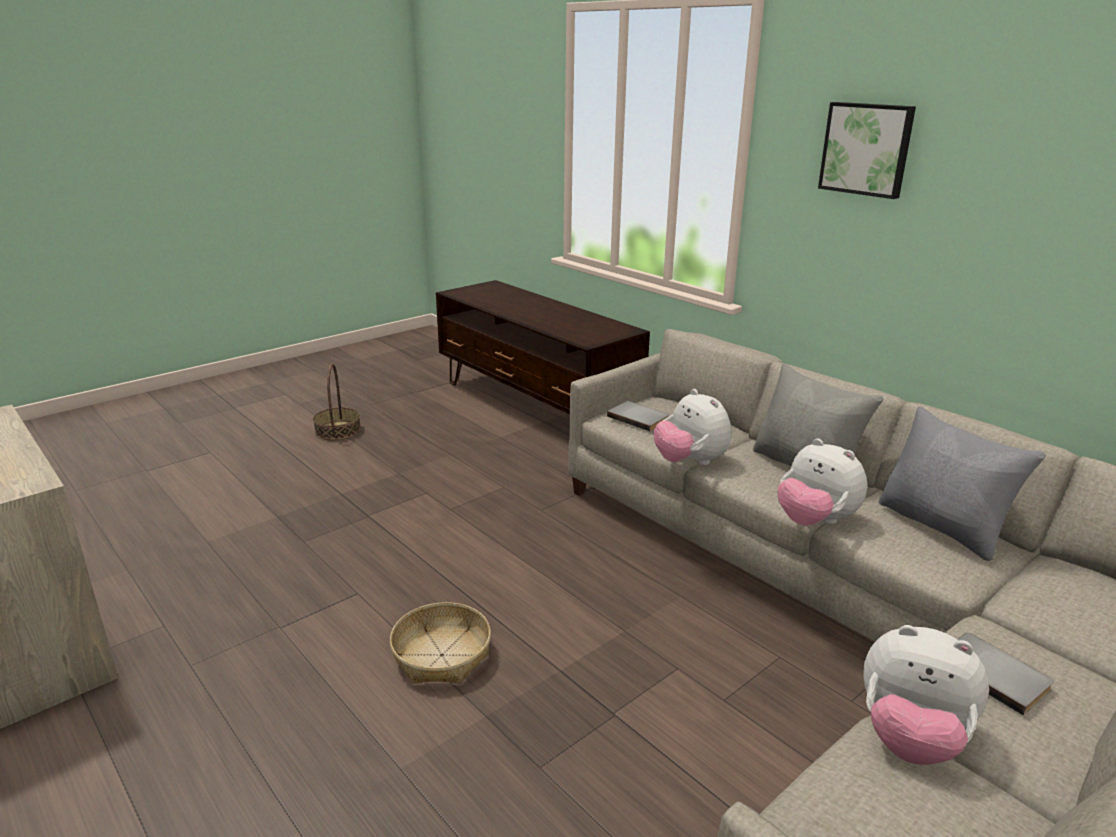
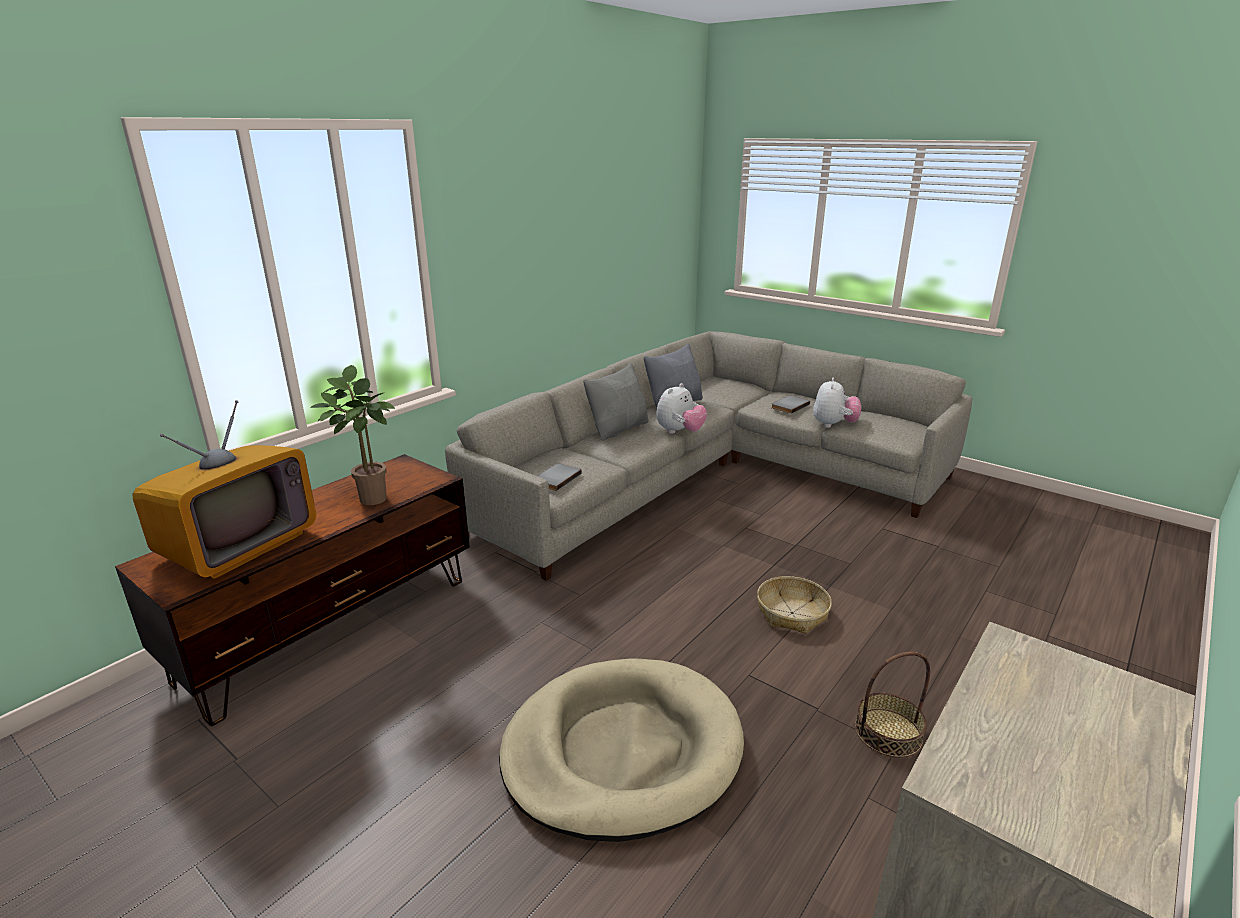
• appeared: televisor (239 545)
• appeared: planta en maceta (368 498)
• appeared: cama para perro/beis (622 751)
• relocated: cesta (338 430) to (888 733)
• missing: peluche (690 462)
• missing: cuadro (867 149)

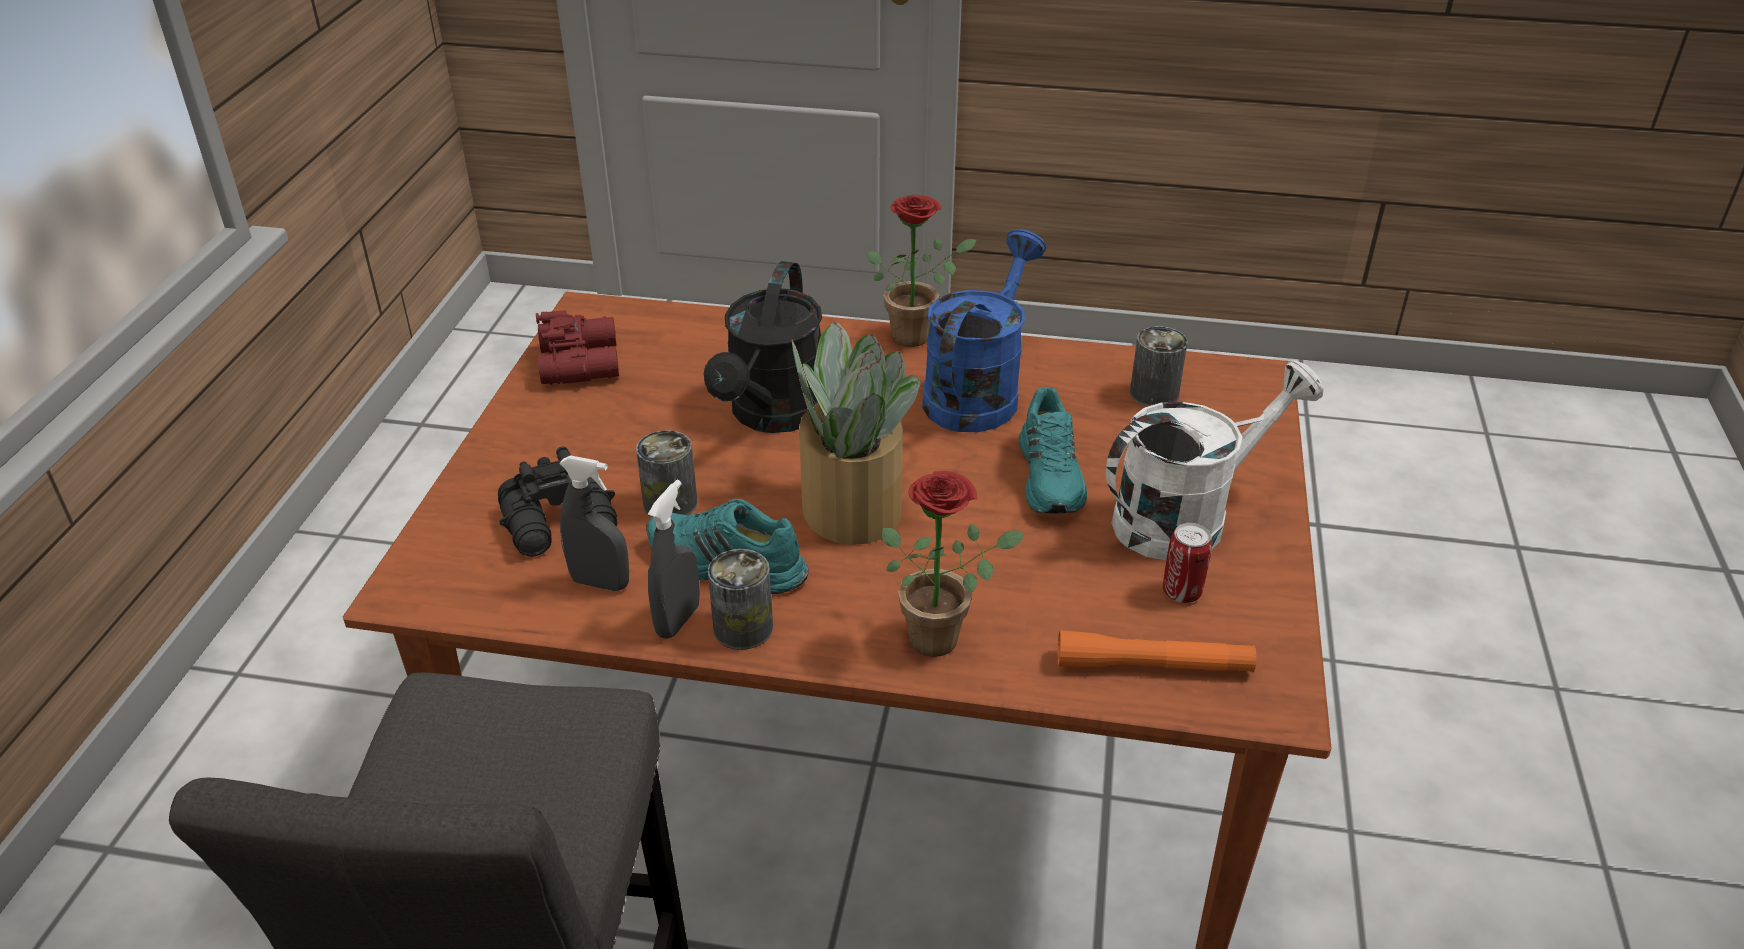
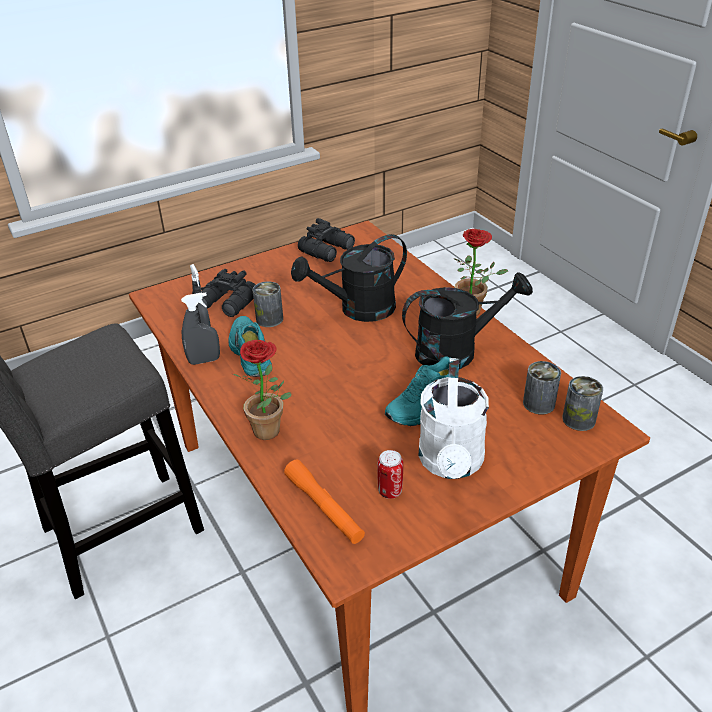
• colour: prismáticos/rojo (582 362) to prismáticos/negro (328 250)
• colour: regadera/azul (977 391) to regadera/negro (456 351)
• spun: regadera/blanco (1186 517) = (451 464) 75 degrees clockwise
• relocated: lata (743 628) to (578 419)
• missing: planta en maceta (851 507)

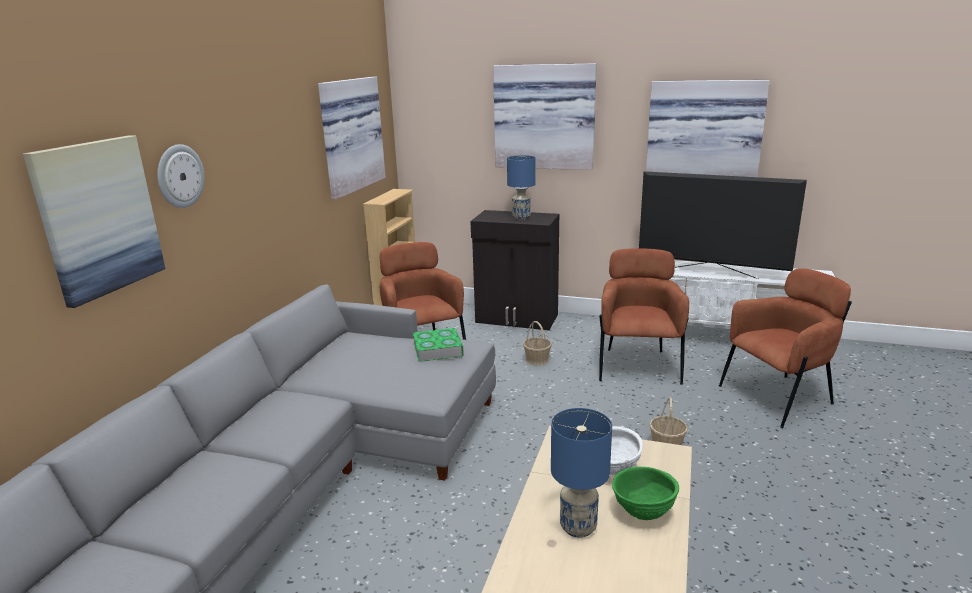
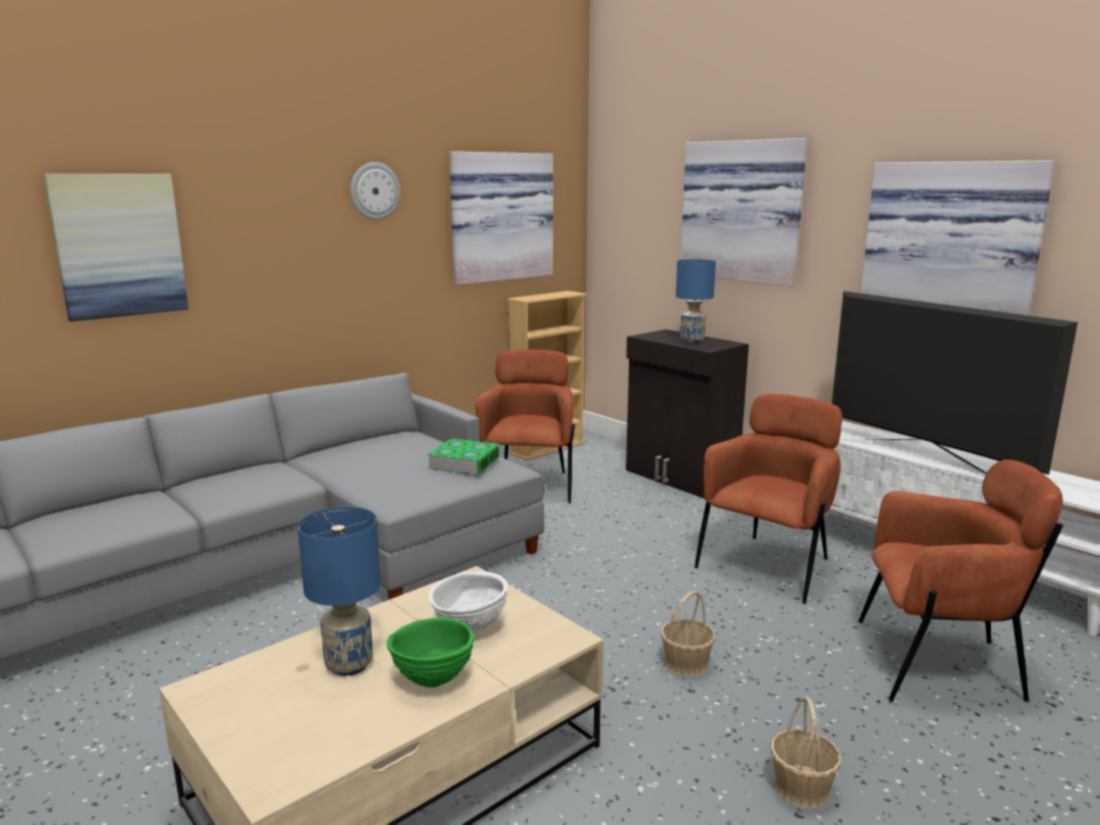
• relocated: reloj de pared (179 176) to (374 191)
• relocated: cesta (537 360) to (802 787)

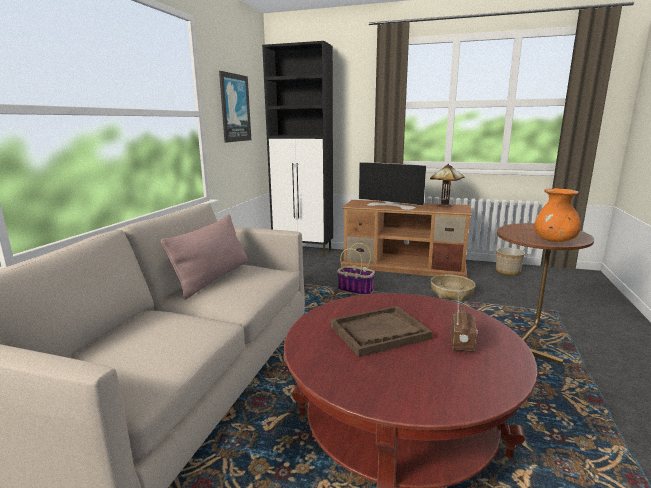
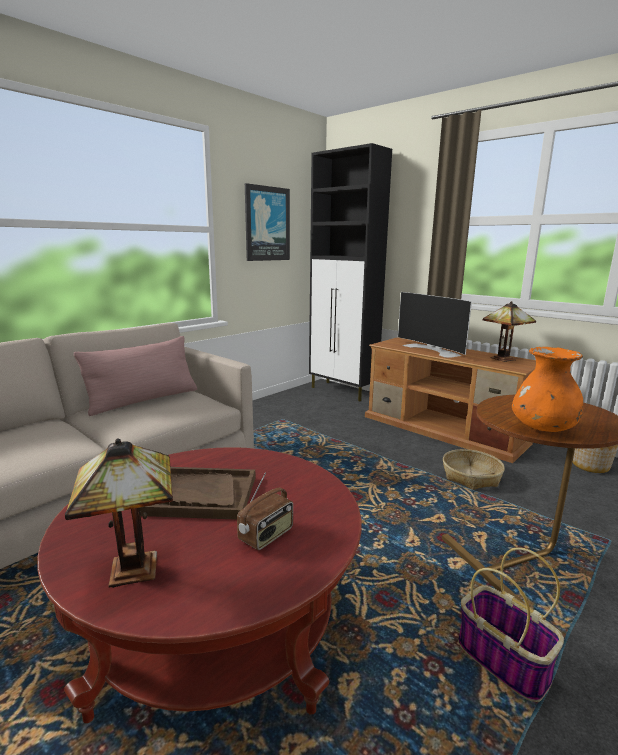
• appeared: lámpara de mesa (136 571)
• relocated: cesta (356 290) to (505 661)

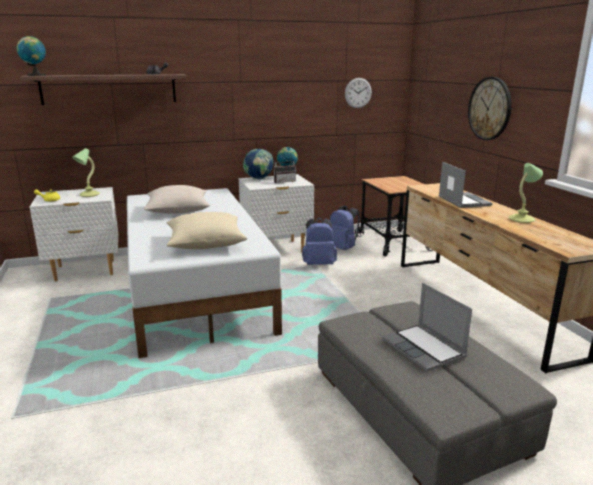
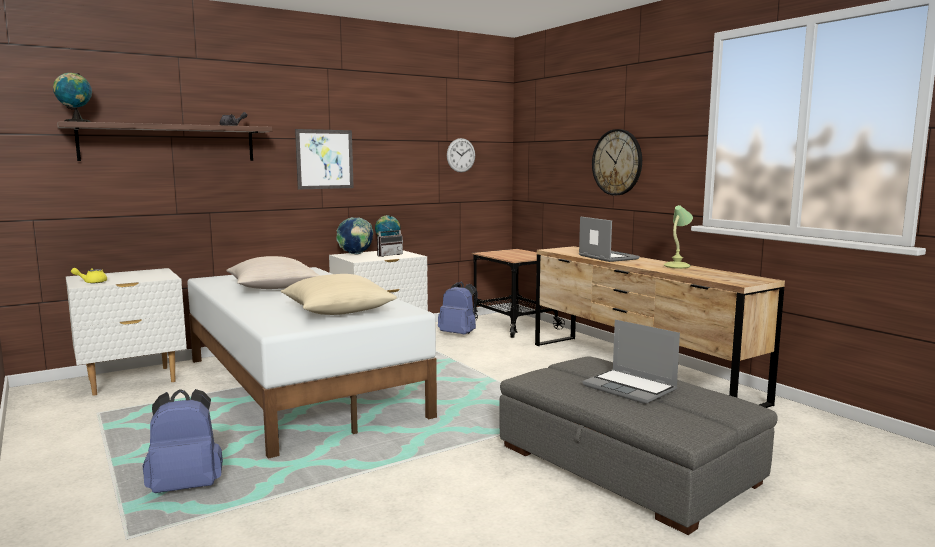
• relocated: mochila/azul (319 264) to (187 486)
• appeared: cuadro (324 159)
• missing: lámpara de mesa (88 195)

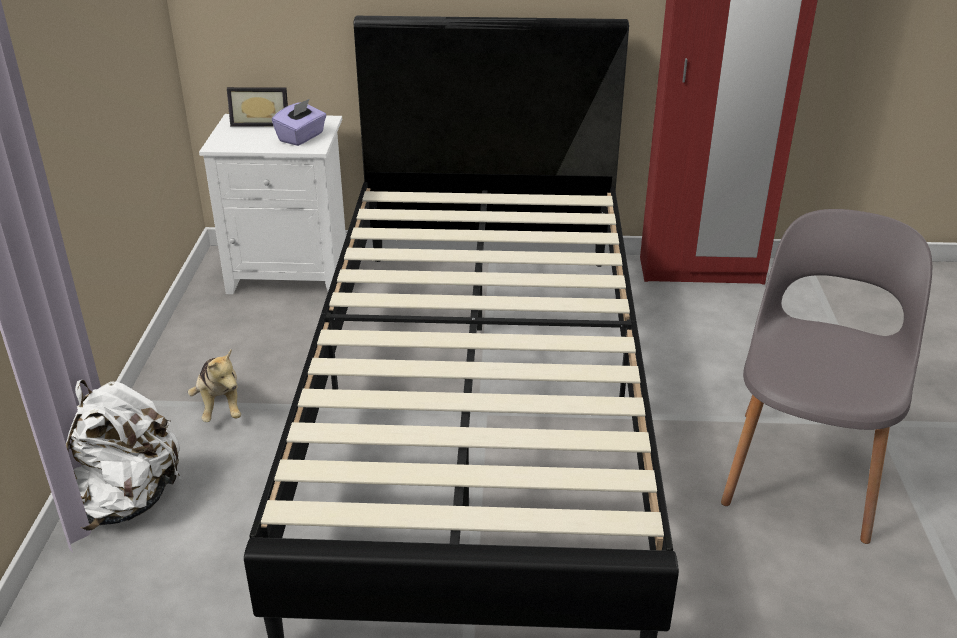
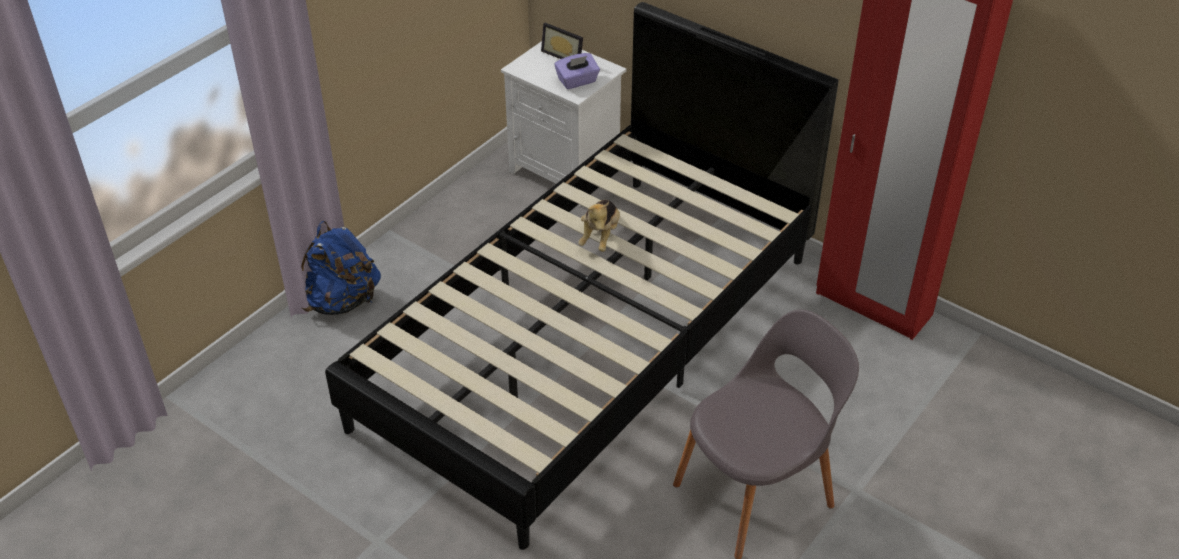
• colour: mochila/blanco (127 501) to mochila/azul (342 301)
• relocated: peluche (220 406) to (600 236)

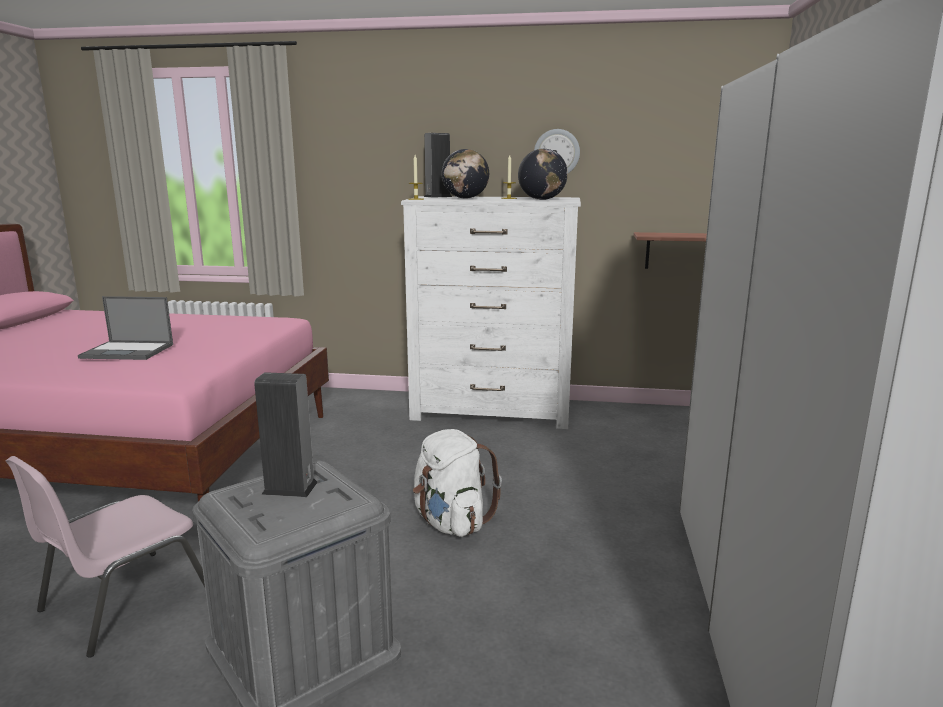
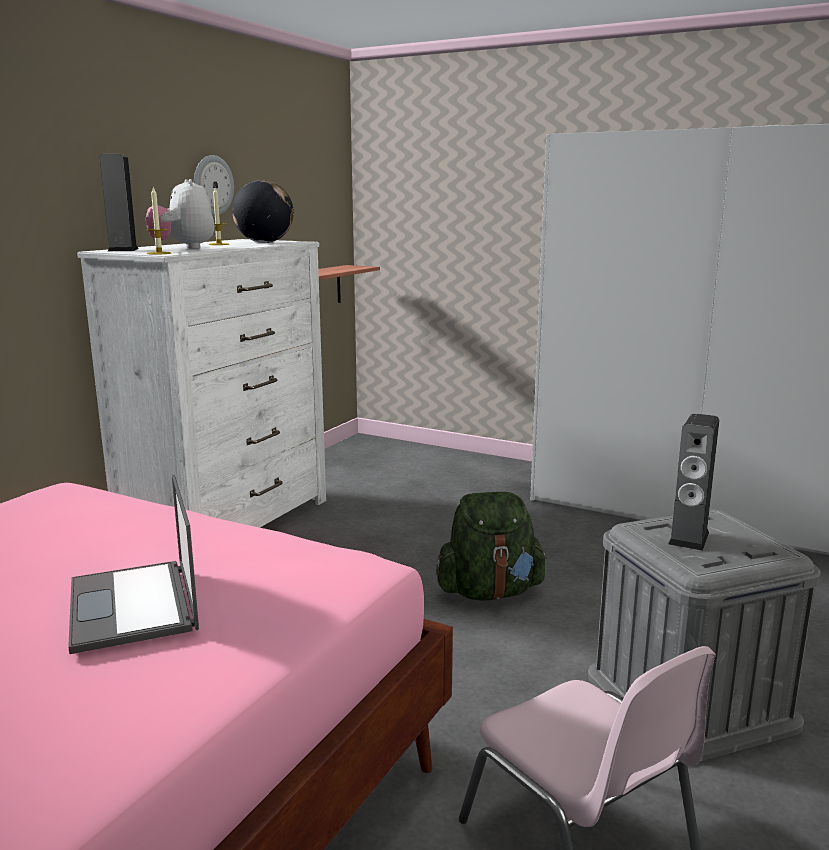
• spun: portátil (128 351) = (133 606) 135 degrees clockwise
• exchanged: globo terráqueo (465 198) to peluche (183 248)
• colour: mochila/blanco (451 523) to mochila/verde (489 592)

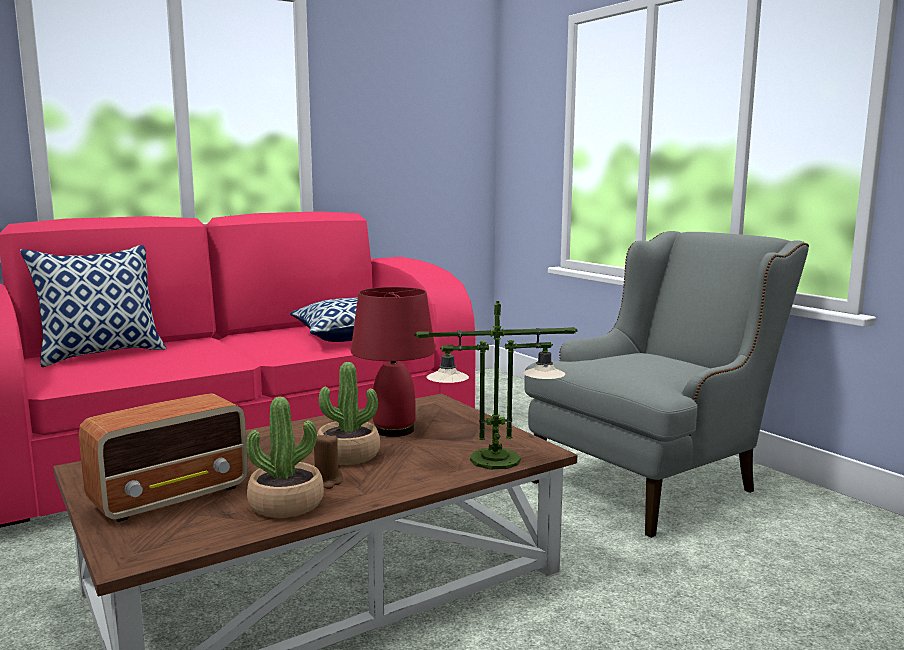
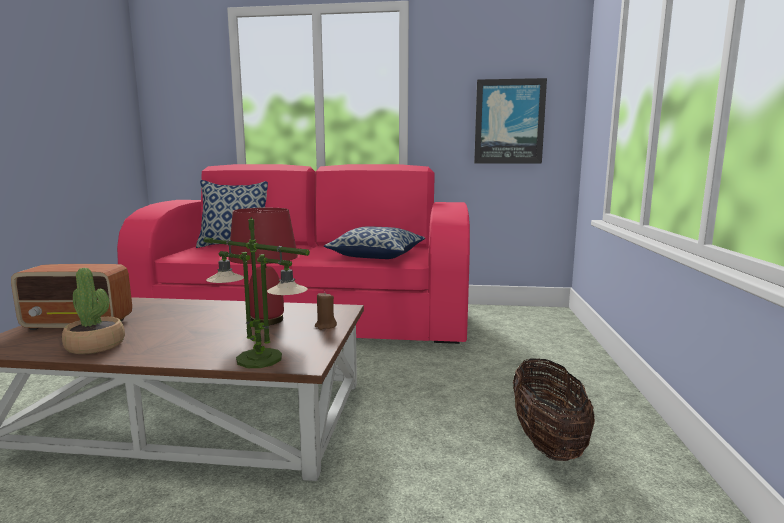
• relocated: vela/marrón (327 482) to (325 326)
• appeared: cuadro (509 122)
• exchanged: sillón/gris (656 480) to cesta (547 442)
• missing: planta en maceta (348 455)

